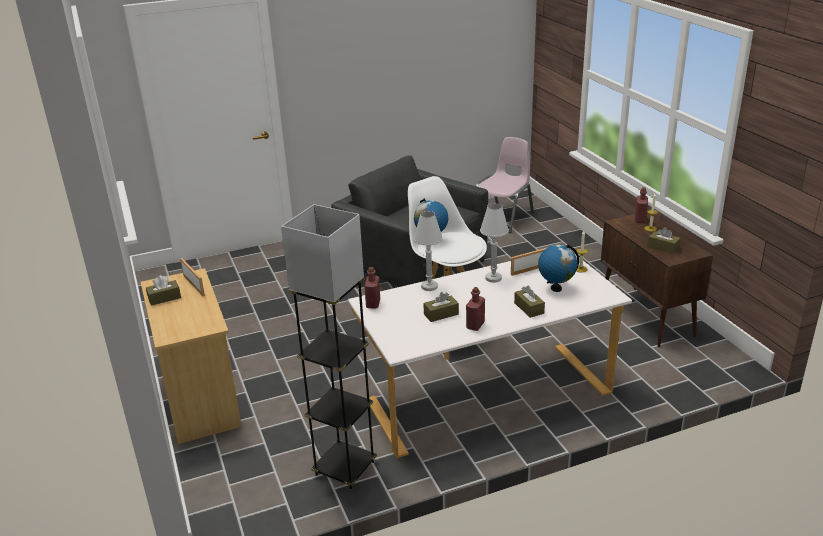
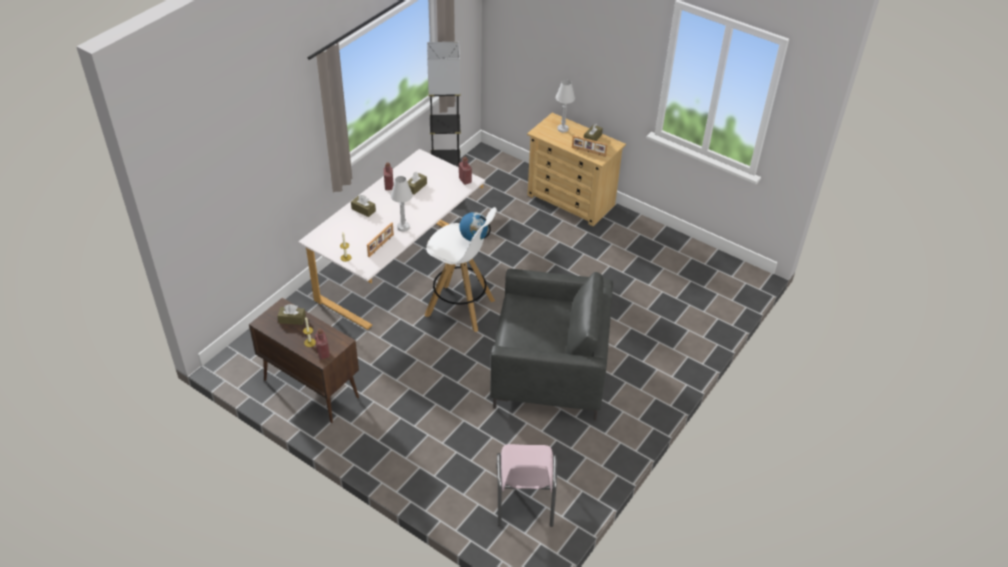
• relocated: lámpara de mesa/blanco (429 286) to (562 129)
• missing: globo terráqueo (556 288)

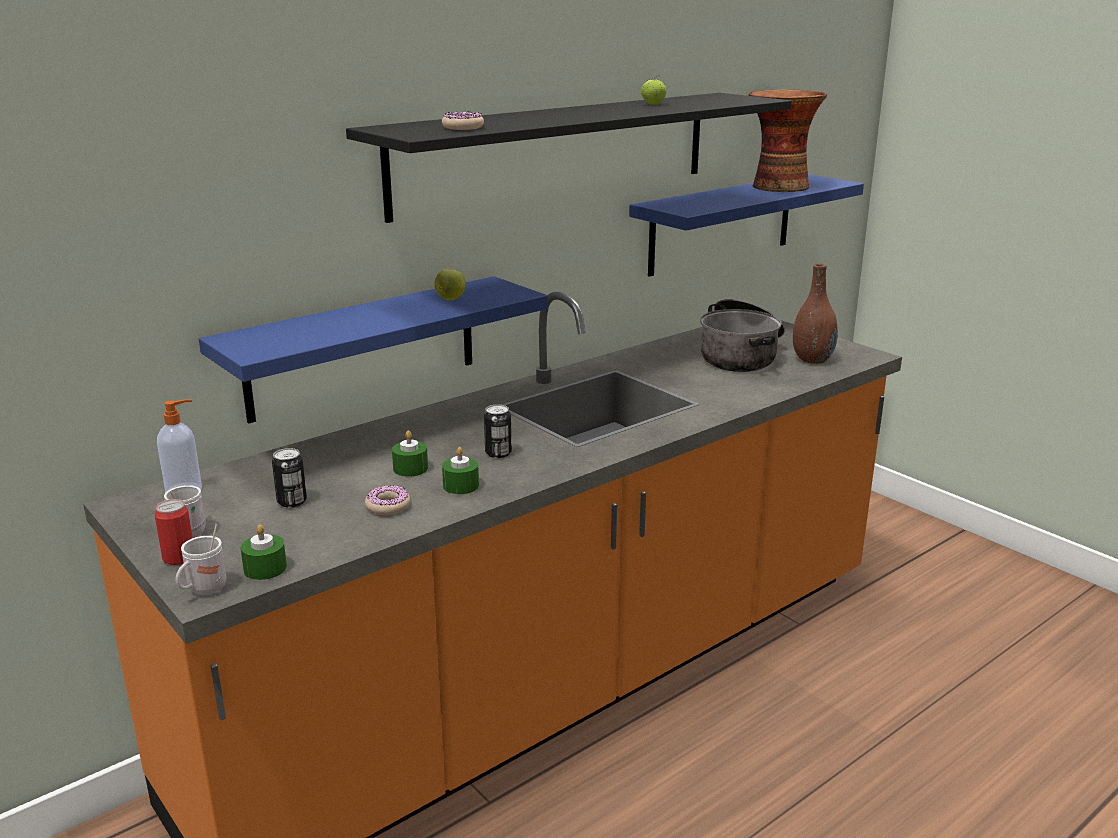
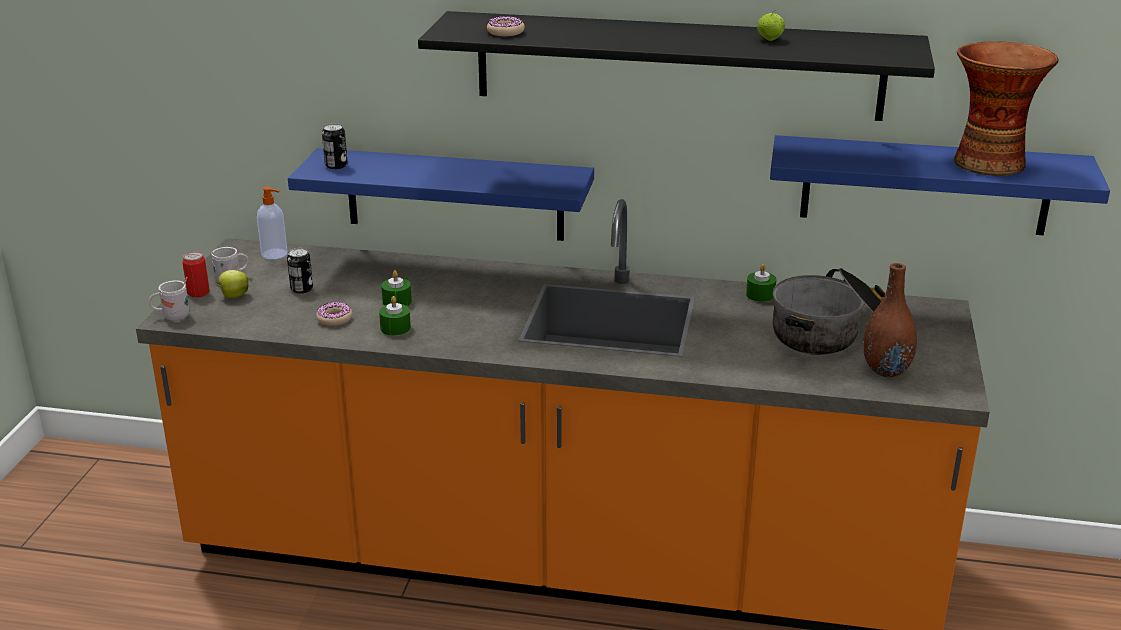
• relocated: manzana (450 299) to (234 296)
• relocated: lata (498 453) to (336 165)
• relocated: vela/verde (265 568) to (760 295)

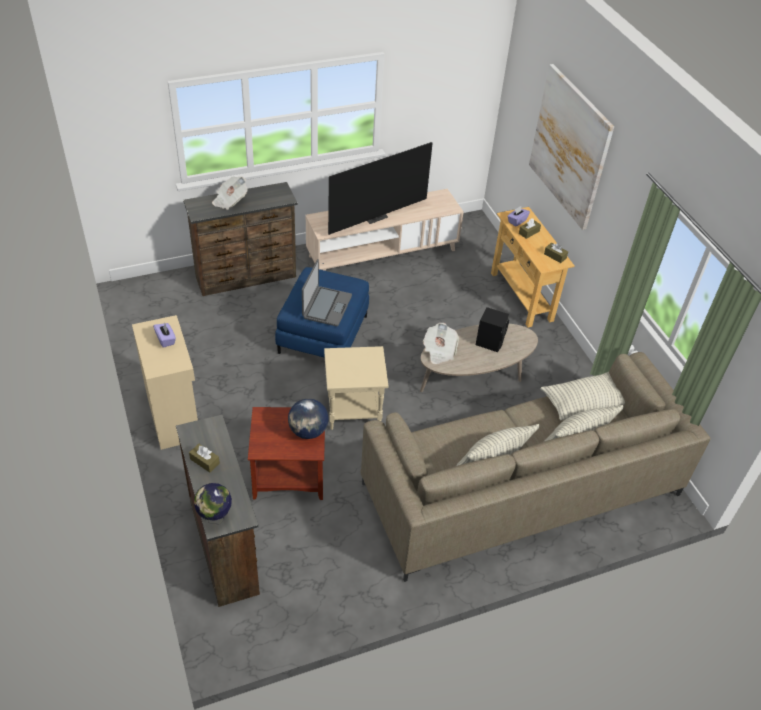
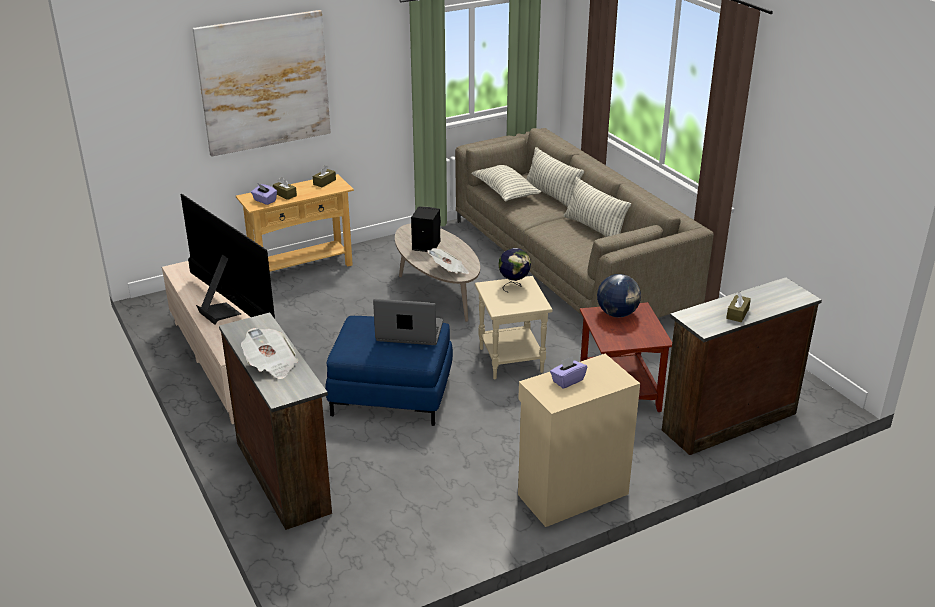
• relocated: globo terráqueo (215 518) to (514 286)

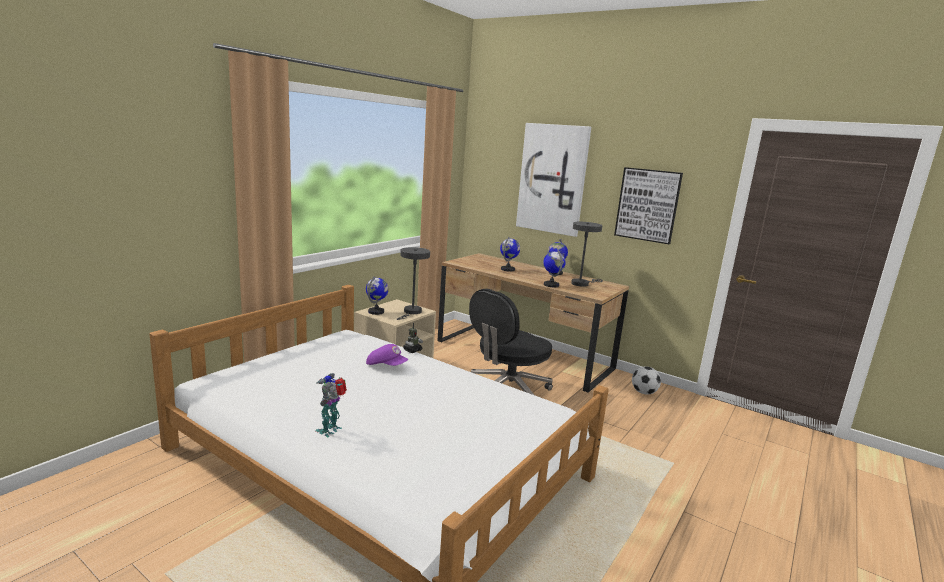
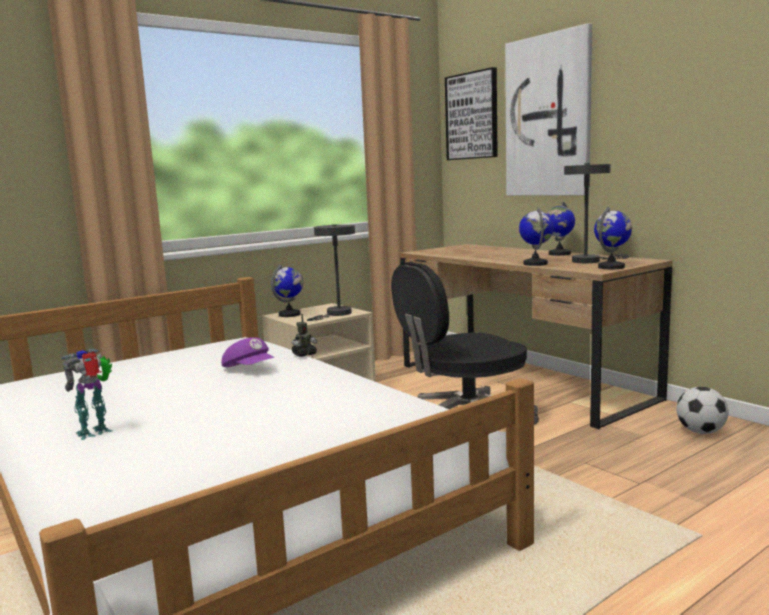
• relocated: cuadro (647 205) to (472 116)
• relocated: globo terráqueo (508 269) to (611 267)

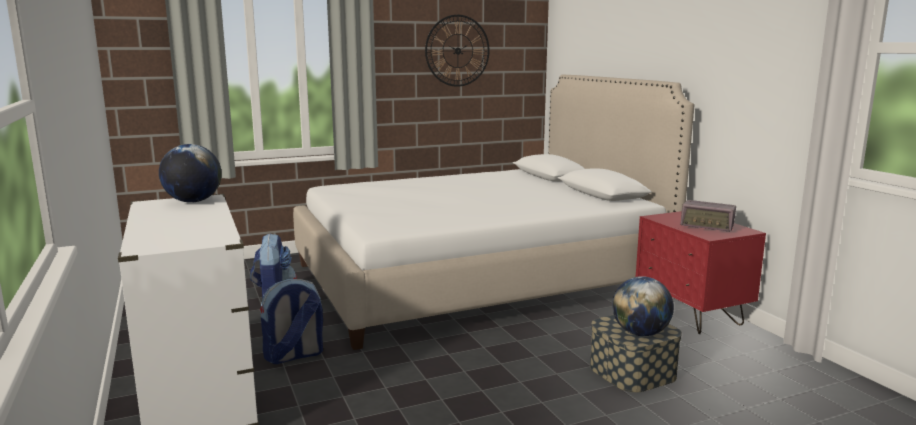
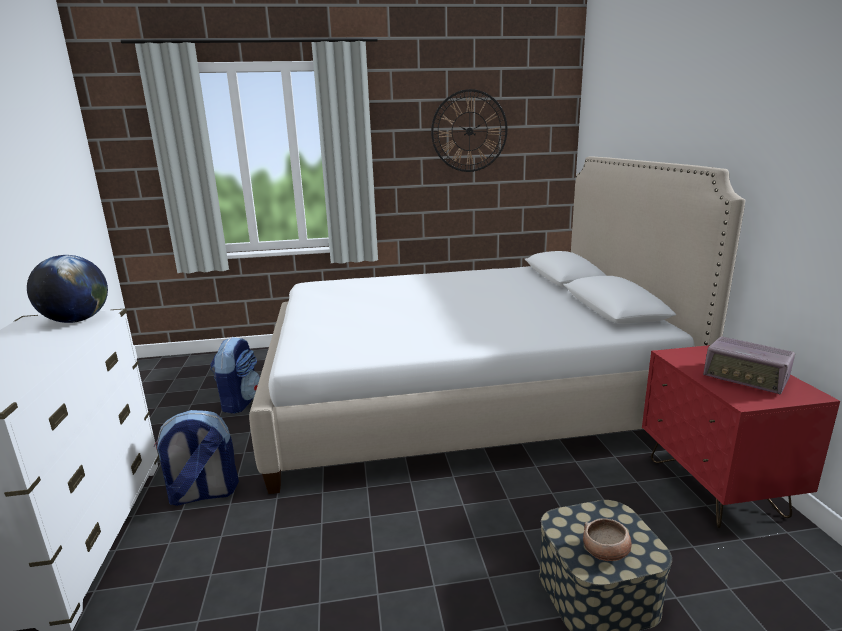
• exchanged: globo terráqueo (640 333) to cuenco (606 552)

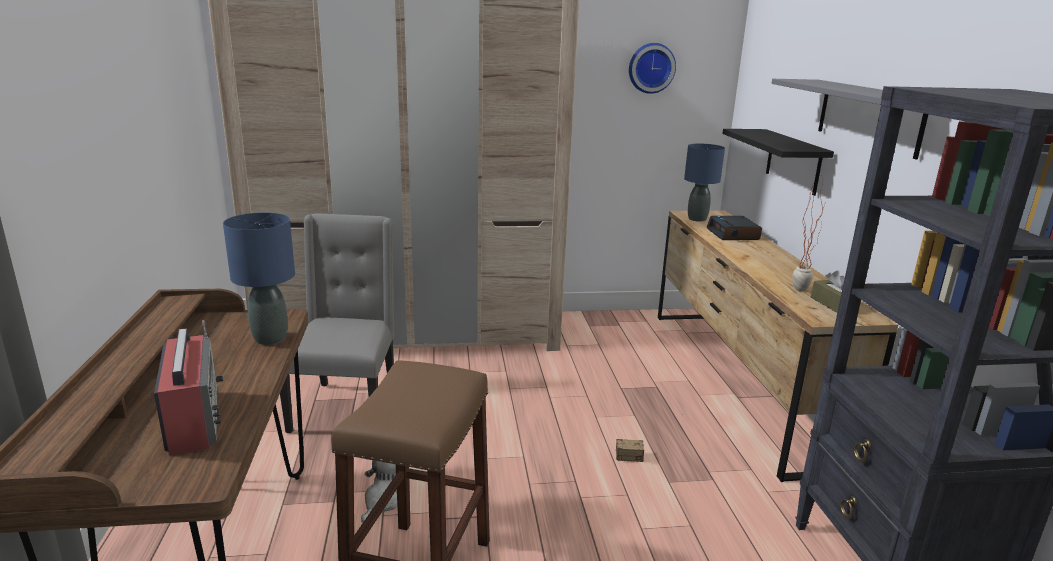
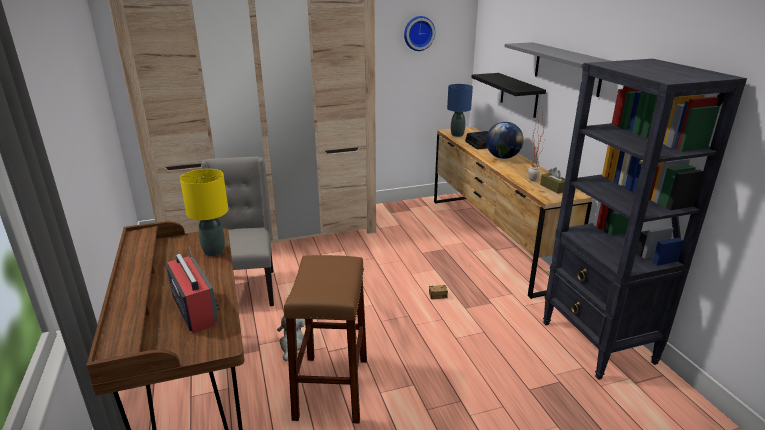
• colour: lámpara de mesa/azul (271 338) to lámpara de mesa/amarillo (214 251)
• appeared: globo terráqueo (502 157)

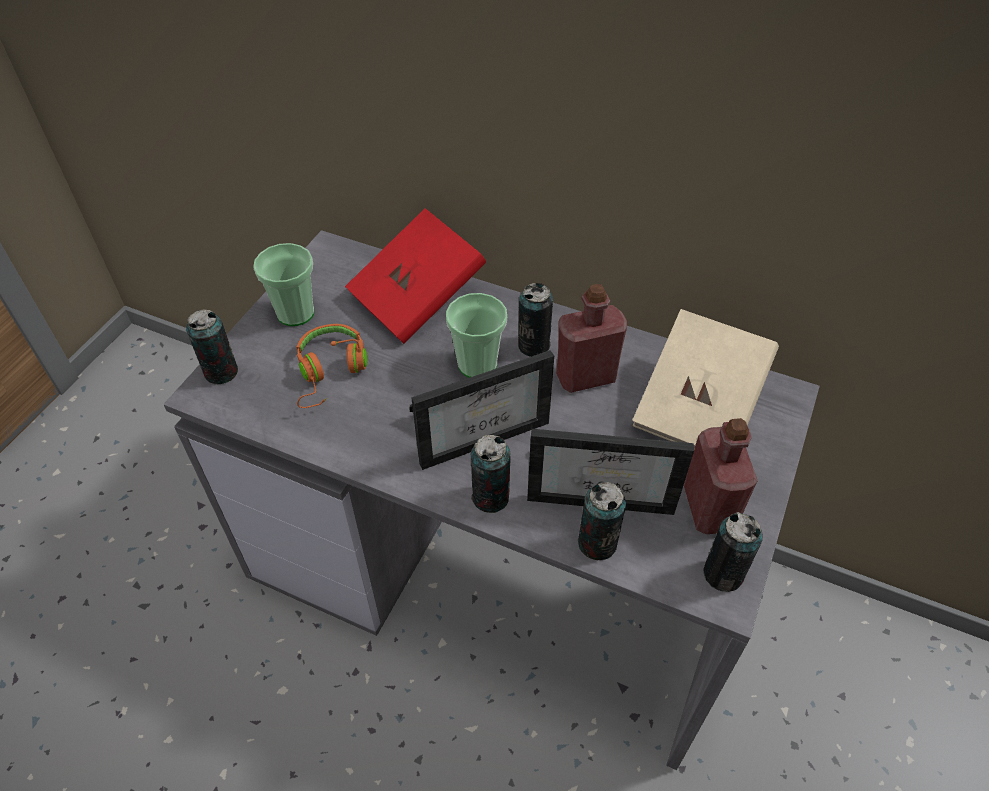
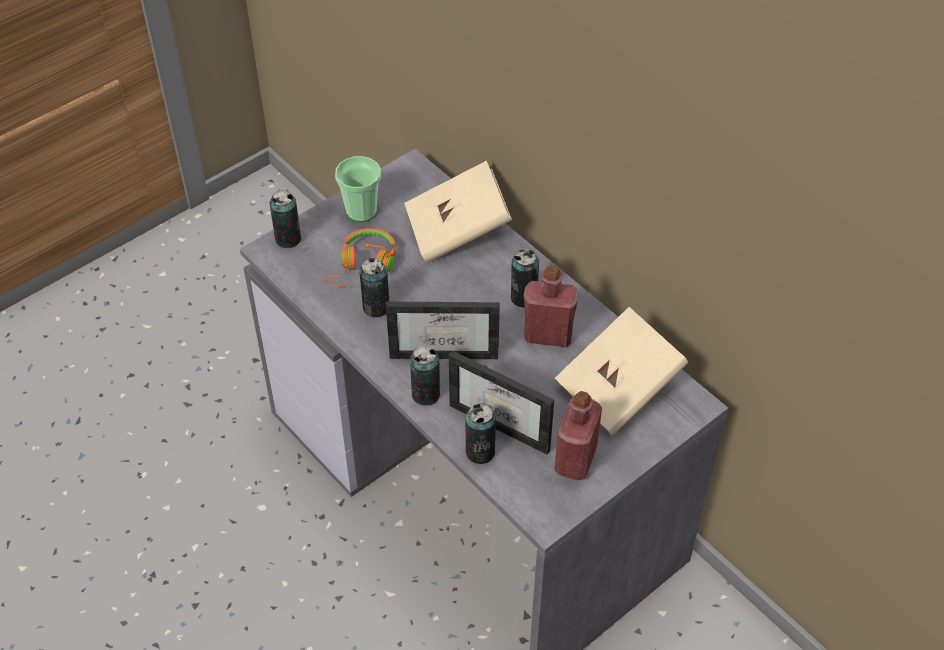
• relocated: lata (723 574) to (376 307)
• colour: libro/rojo (417 298) to libro/beis (457 230)
• missing: taza (477 364)

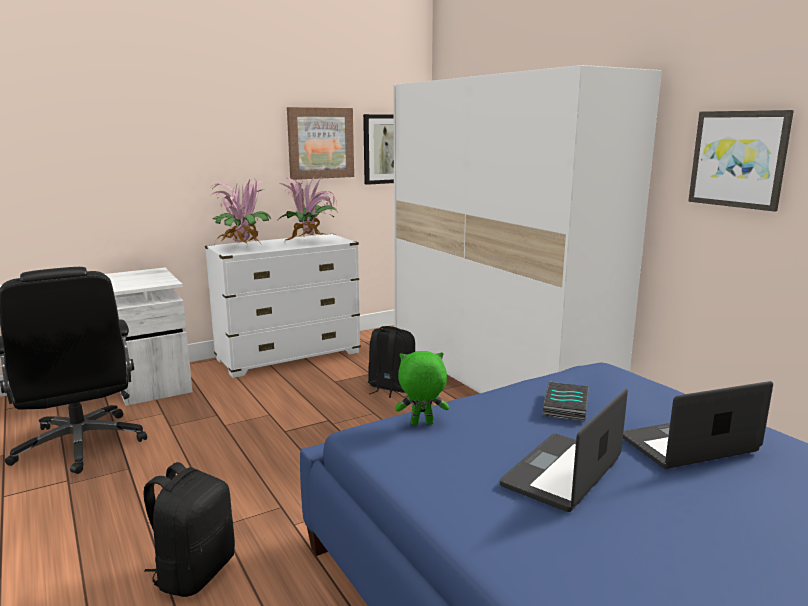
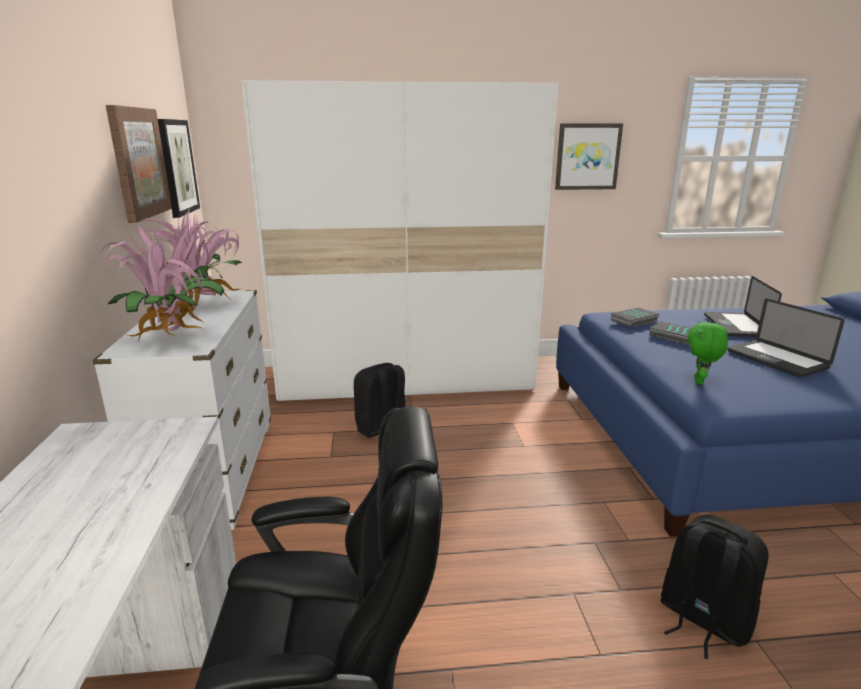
• appeared: libro (634 321)

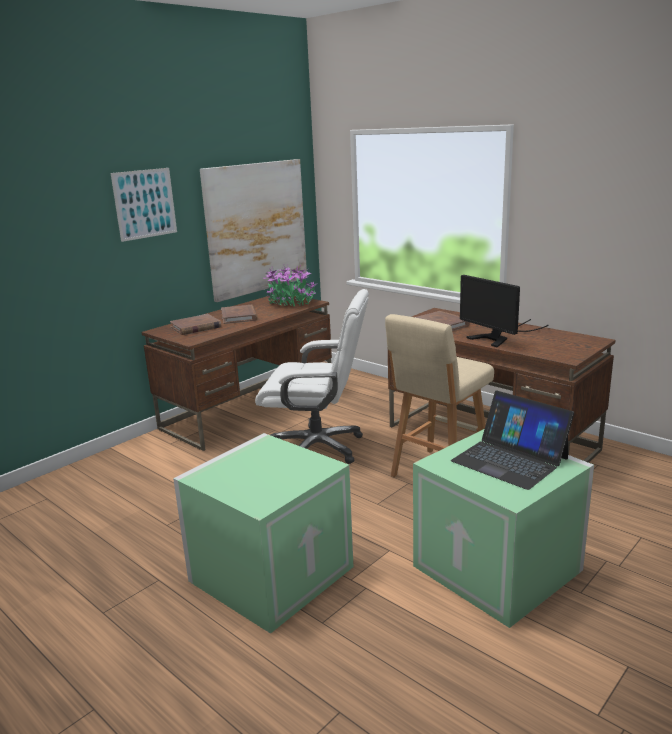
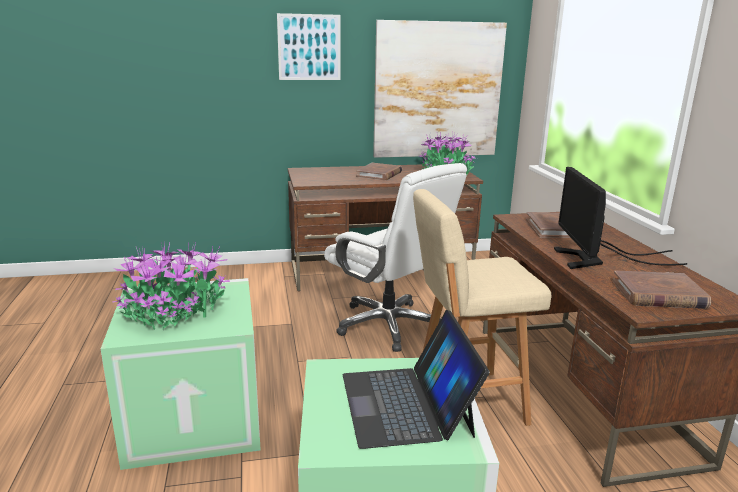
• appeared: planta en maceta (174 313)
• relocated: libro/marrón (196 327) to (658 294)

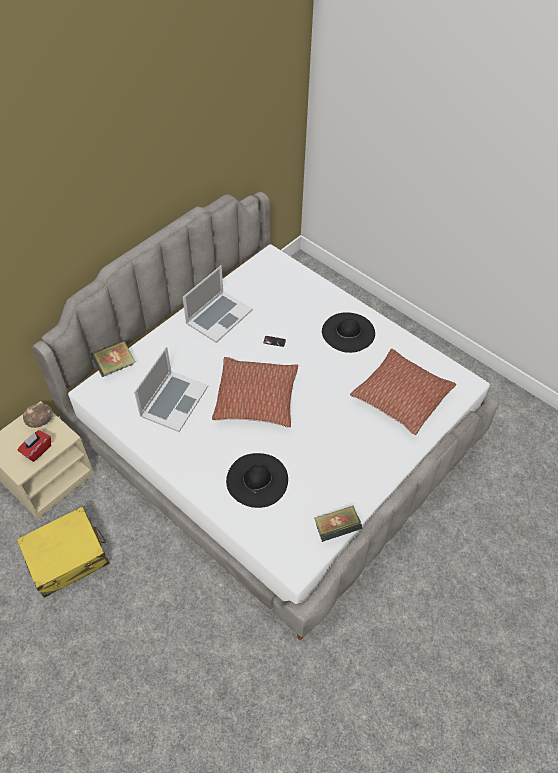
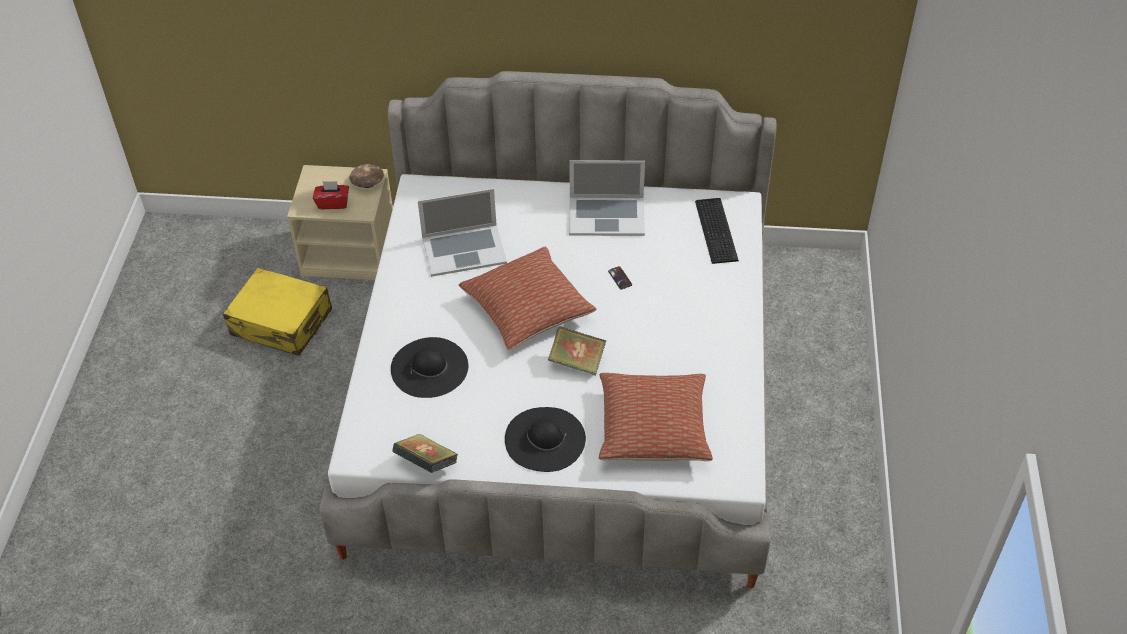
• relocated: sombrero/negro (348 332) to (545 439)
• relocated: libro (115 366) to (577 361)
• appeared: teclado (717 230)

